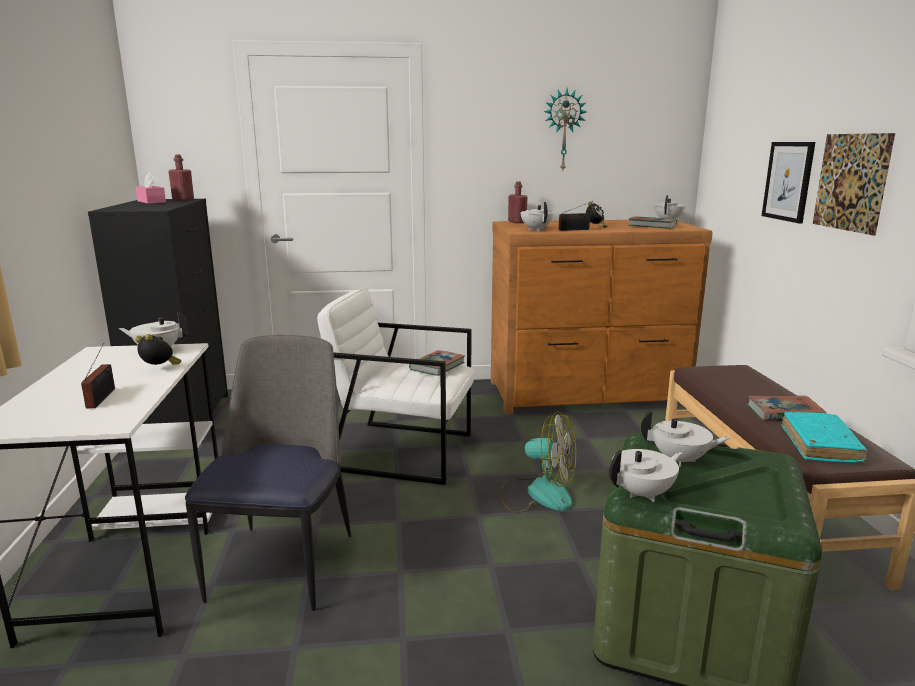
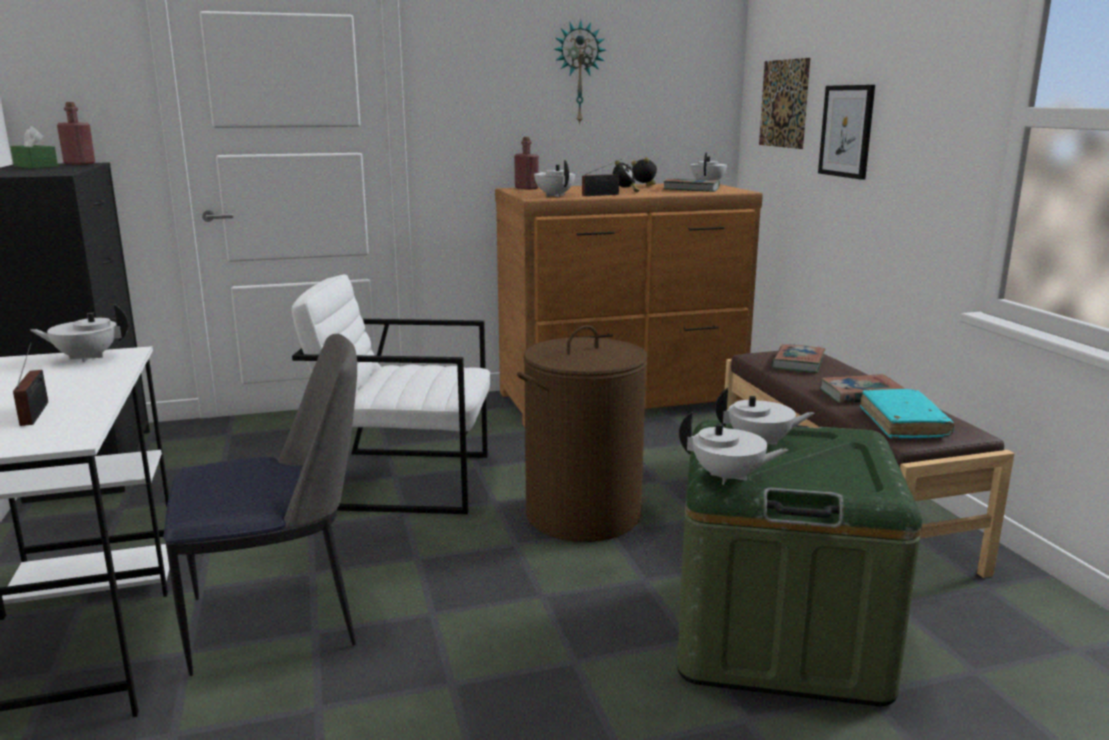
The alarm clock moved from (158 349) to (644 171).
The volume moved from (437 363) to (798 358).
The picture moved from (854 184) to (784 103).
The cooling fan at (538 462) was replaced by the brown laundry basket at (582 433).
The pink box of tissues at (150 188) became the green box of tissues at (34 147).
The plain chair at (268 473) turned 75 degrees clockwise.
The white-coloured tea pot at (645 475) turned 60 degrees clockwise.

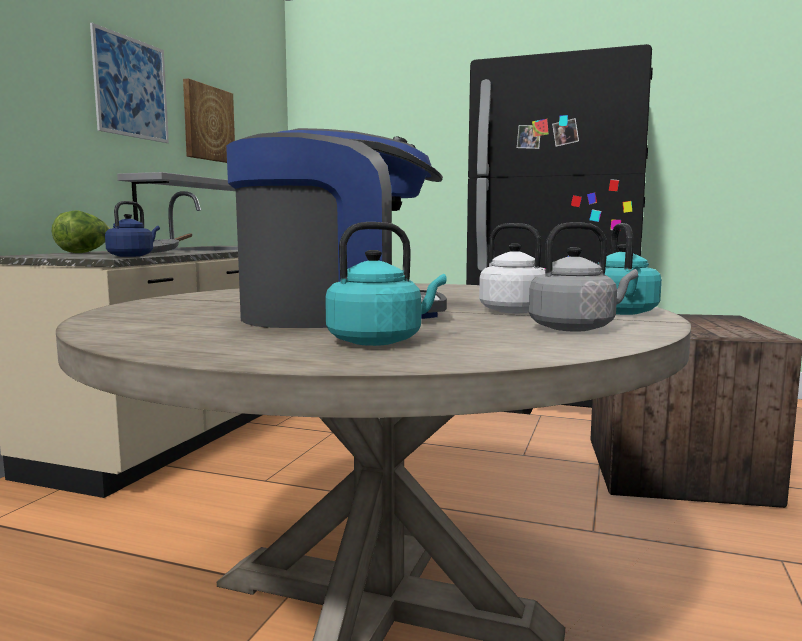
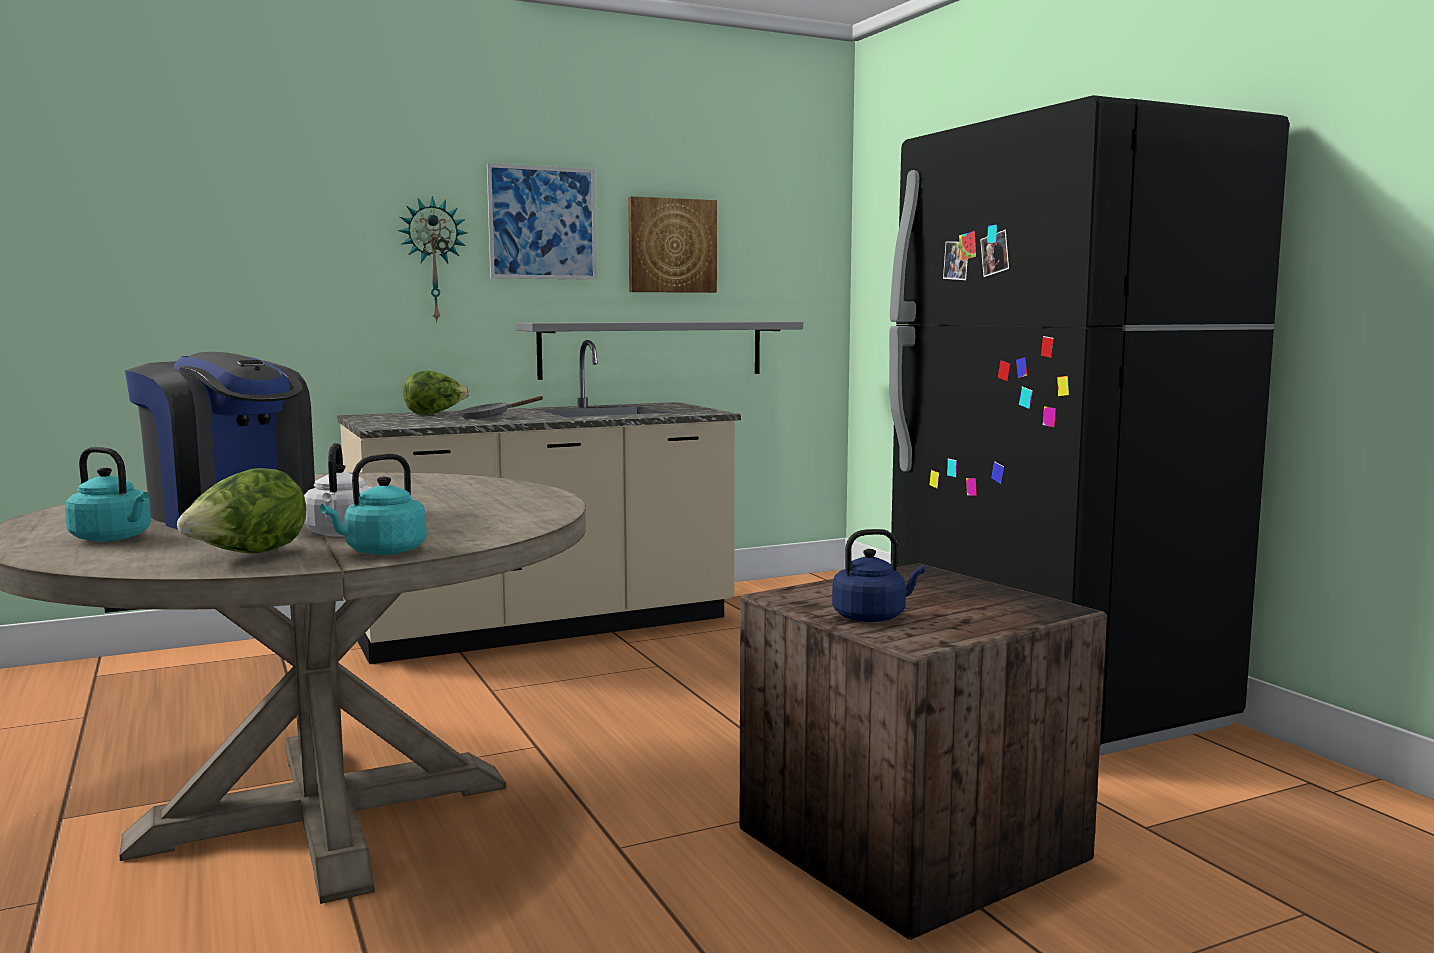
The clock on the wall at (432 259) appeared.
The blue kettle moved from (132 229) to (878 575).
The grey kettle at (583 277) was replaced by the lettuce head at (242 510).

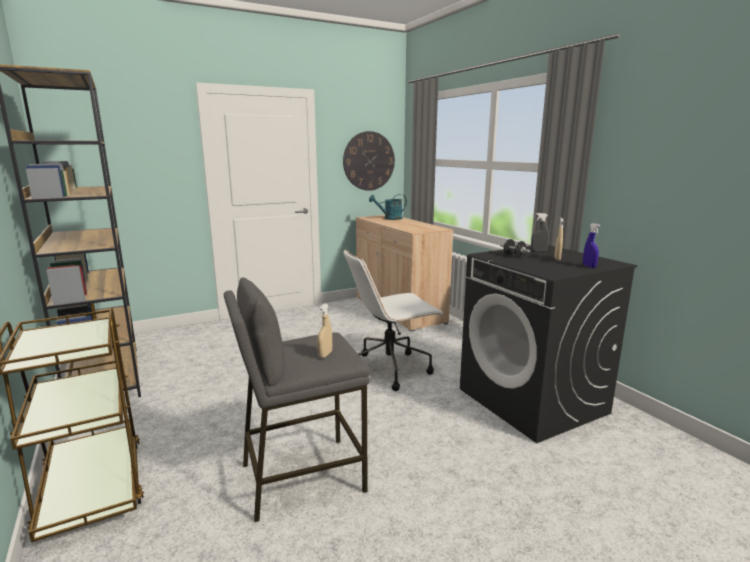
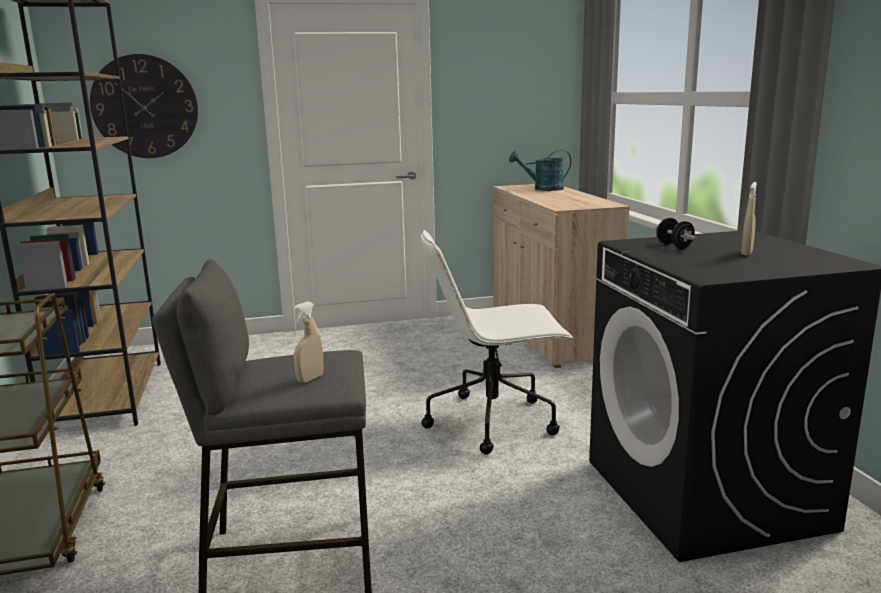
The grey hand sprayer at (540 232) disappeared.
The blue hand sprayer at (591 245) disappeared.
The clock on the wall moved from (369 161) to (144 106).

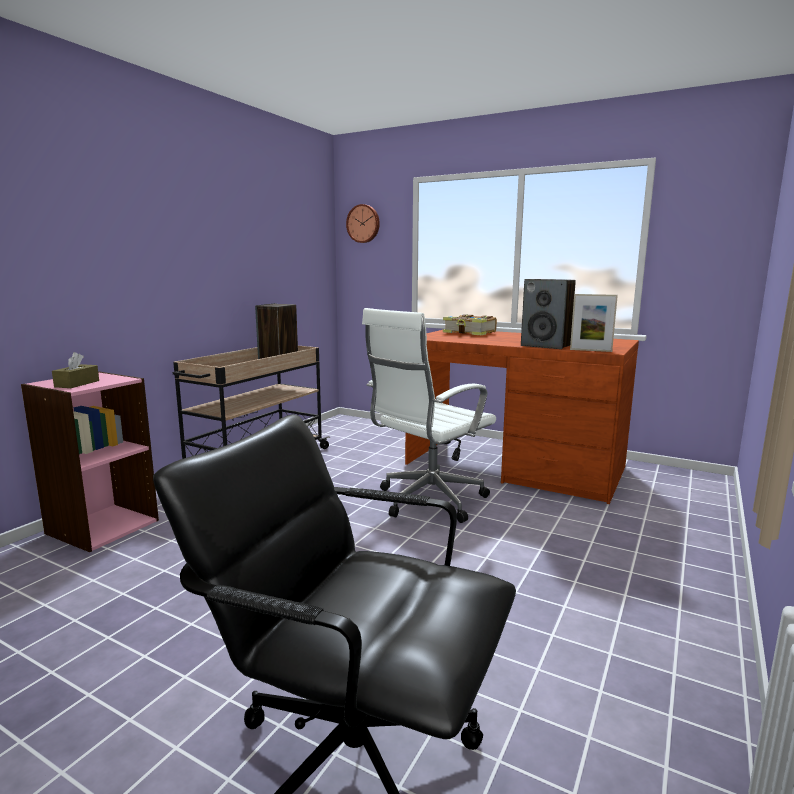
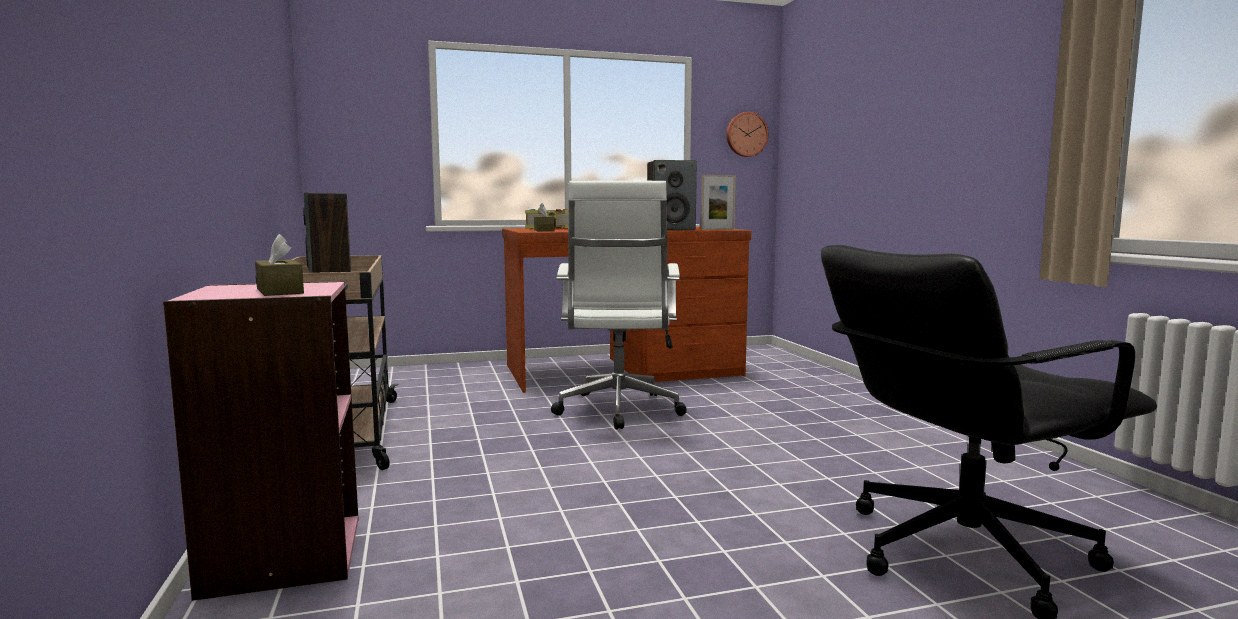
The brown box of tissues at (544 217) appeared.
The clock on the wall moved from (363 223) to (747 134).

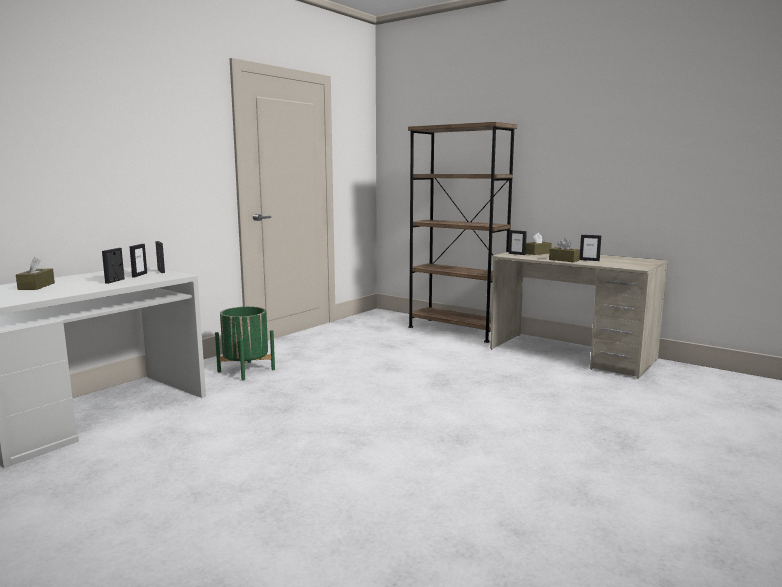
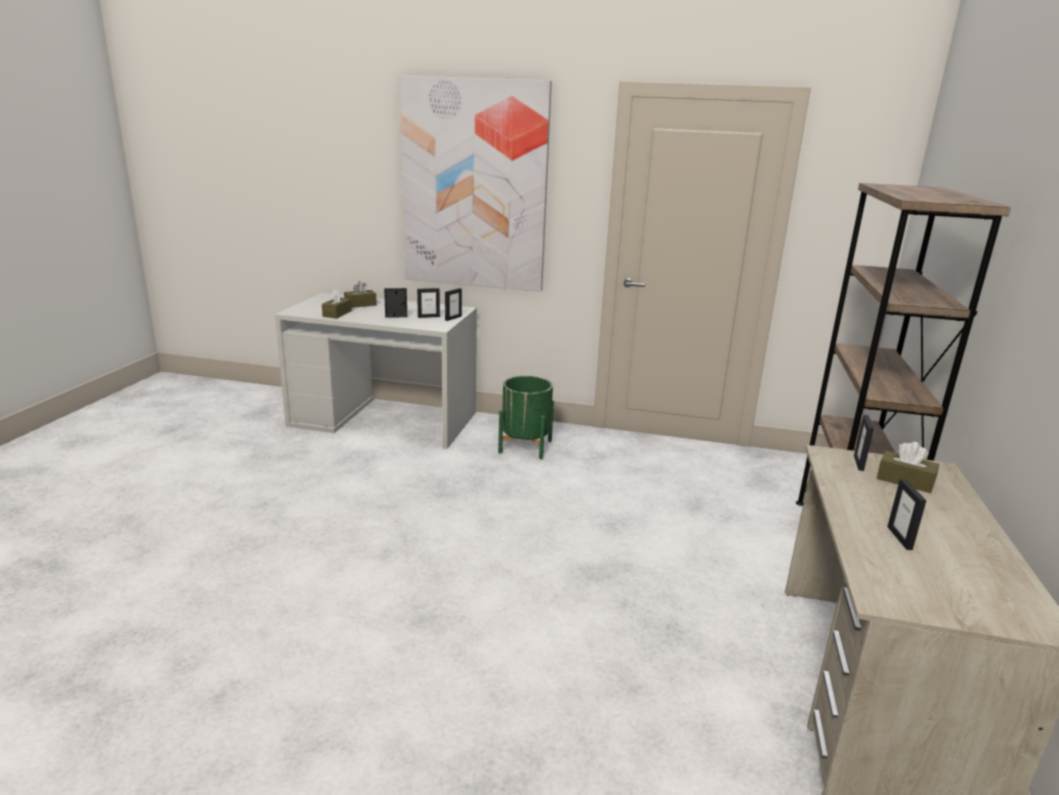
The picture at (475 183) appeared.
The brown box of tissues moved from (564 250) to (337 304).

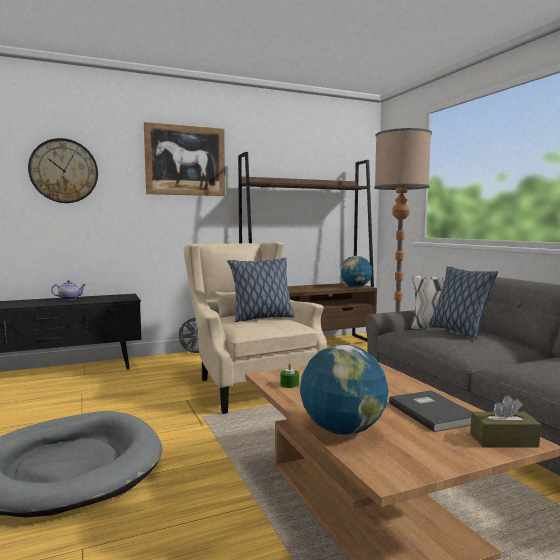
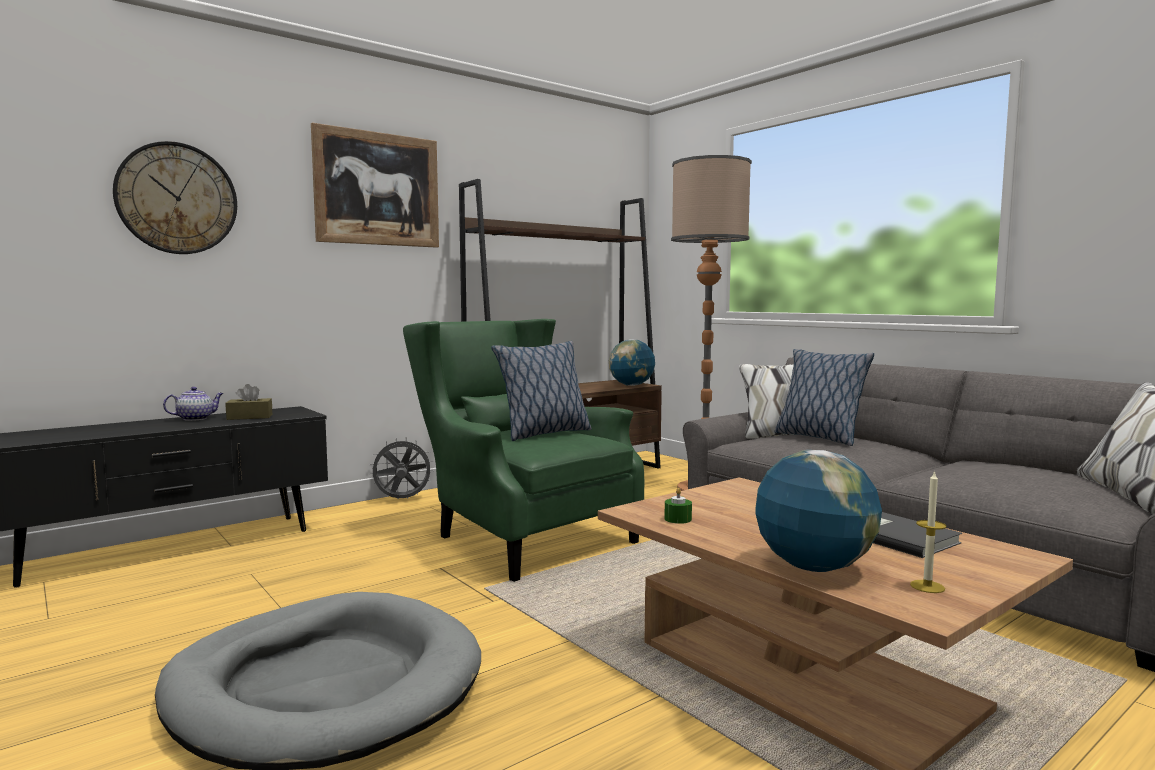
The wax light at (928 531) appeared.
The brown box of tissues moved from (505 421) to (249 402).
The beige-coloured lounge chair at (255 328) became the green lounge chair at (523 450).

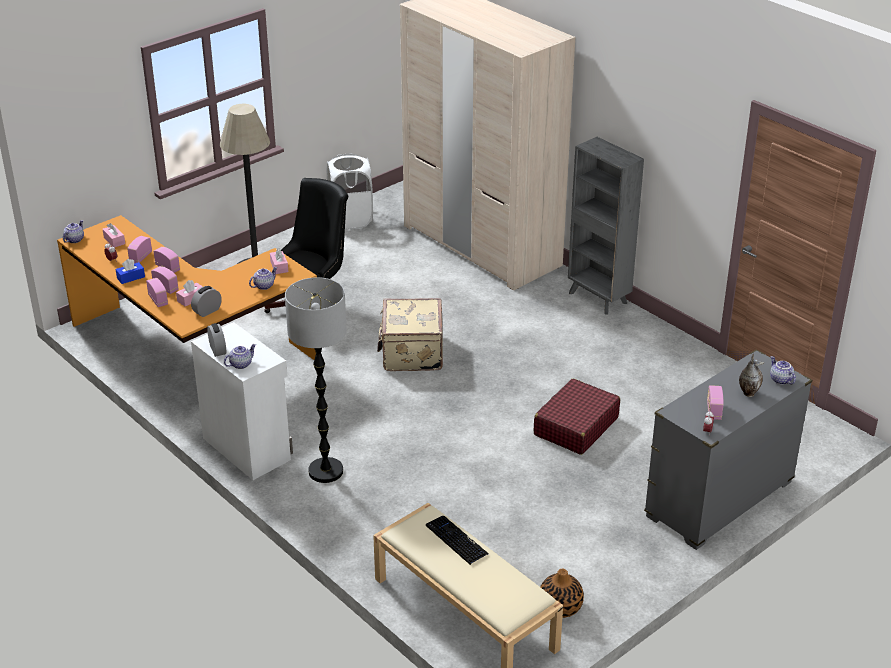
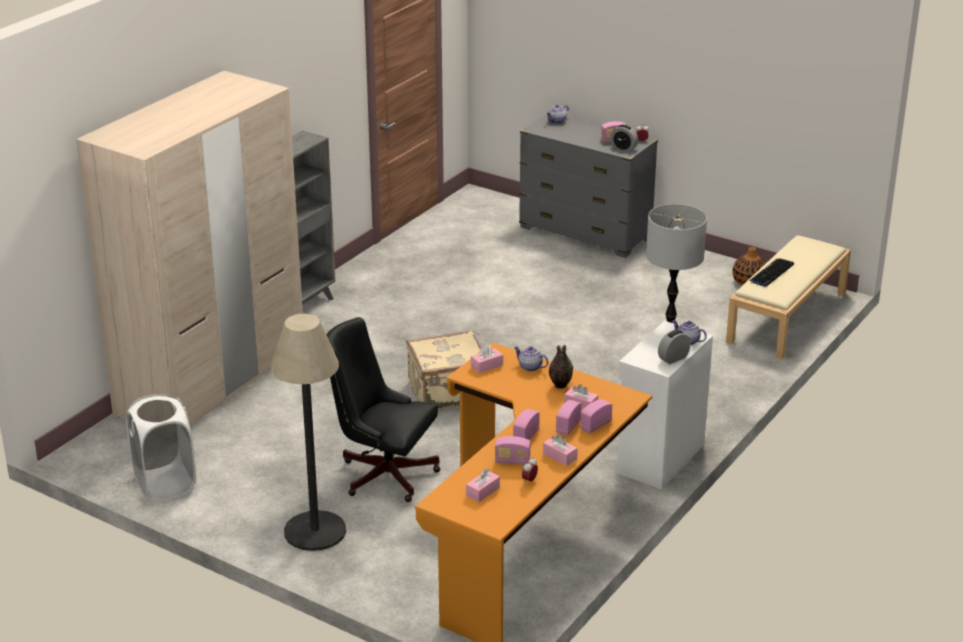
The tea pot at (73 231) disappeared.
The red-coloured piece of luggage at (577 417) disappeared.
The alarm clock moved from (206 301) to (624 138).
The vase moved from (751 375) to (561 366).
The blue box of tissues at (130 271) became the pink box of tissues at (560 450).

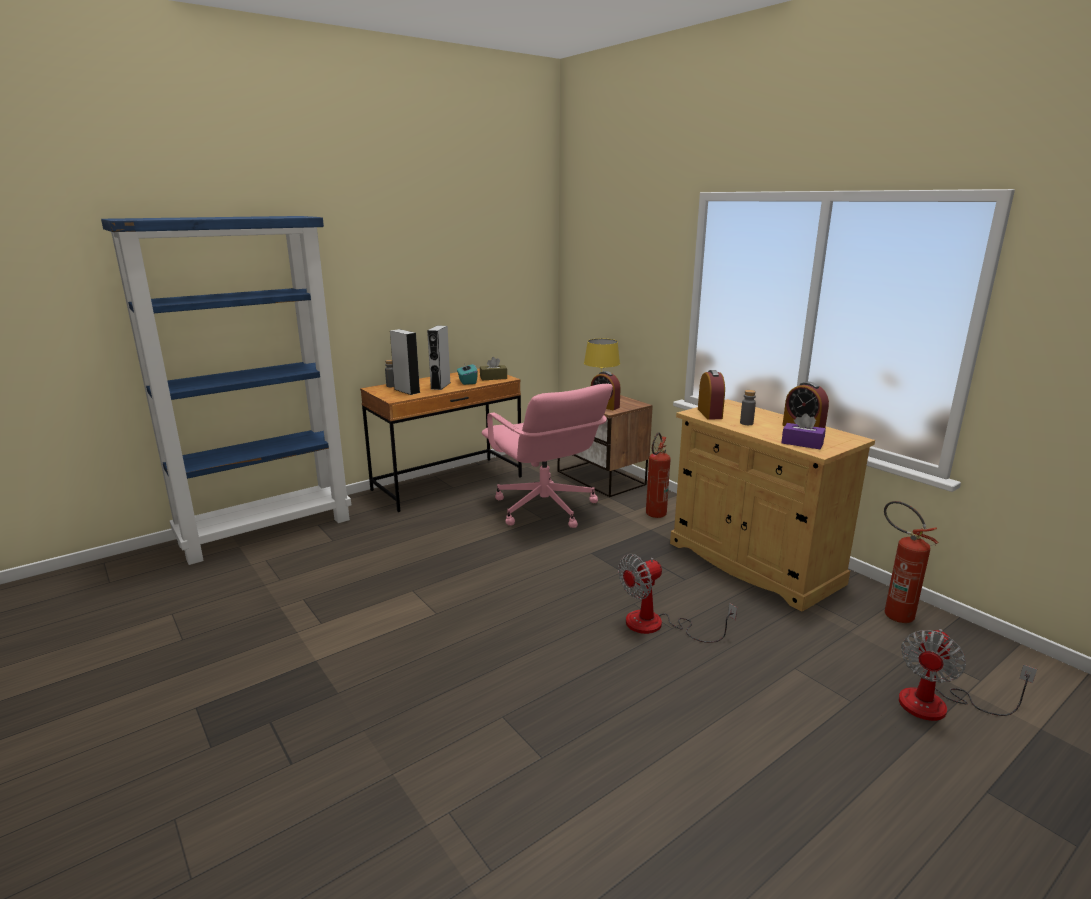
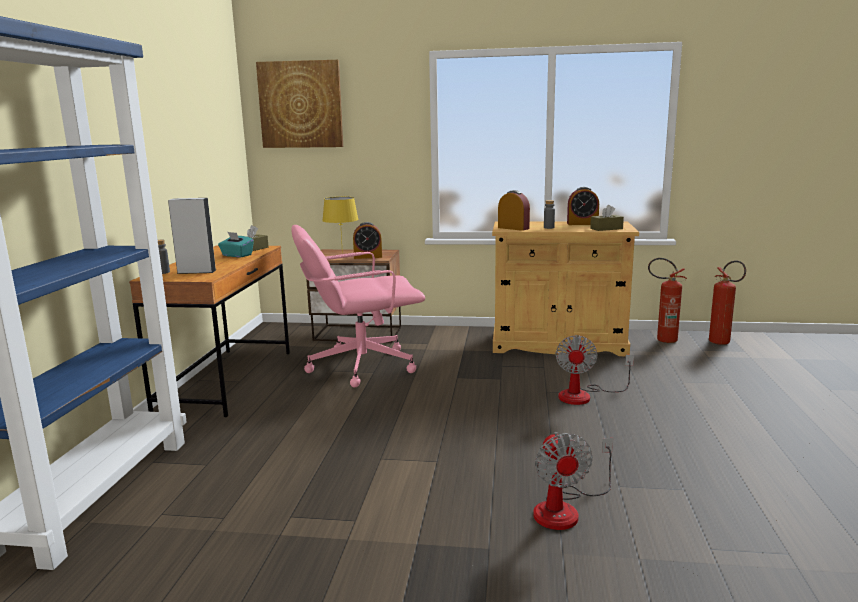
The grey loudspeaker at (438 357) disappeared.
The picture at (299 104) appeared.
The fire extinguisher moved from (658 475) to (727 303).
The cooling fan moved from (968 675) to (573 481).
The purple-coloured box of tissues at (803 431) became the brown box of tissues at (607 218).
The pink desk chair at (547 456) turned 150 degrees clockwise.

